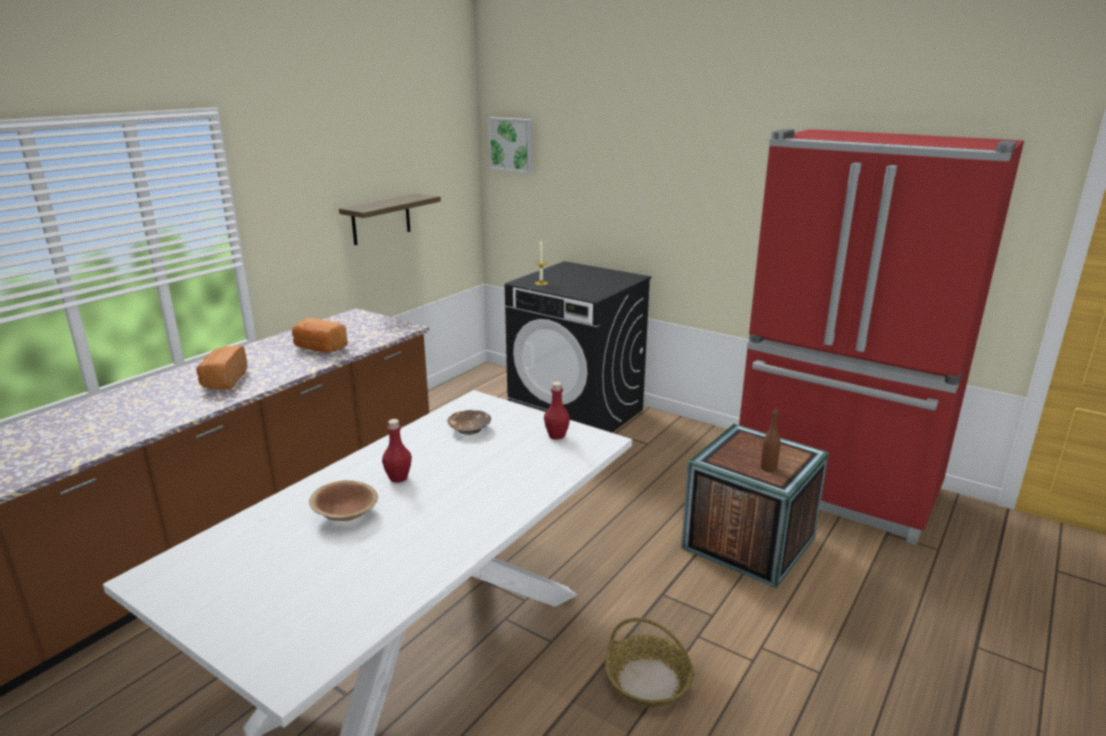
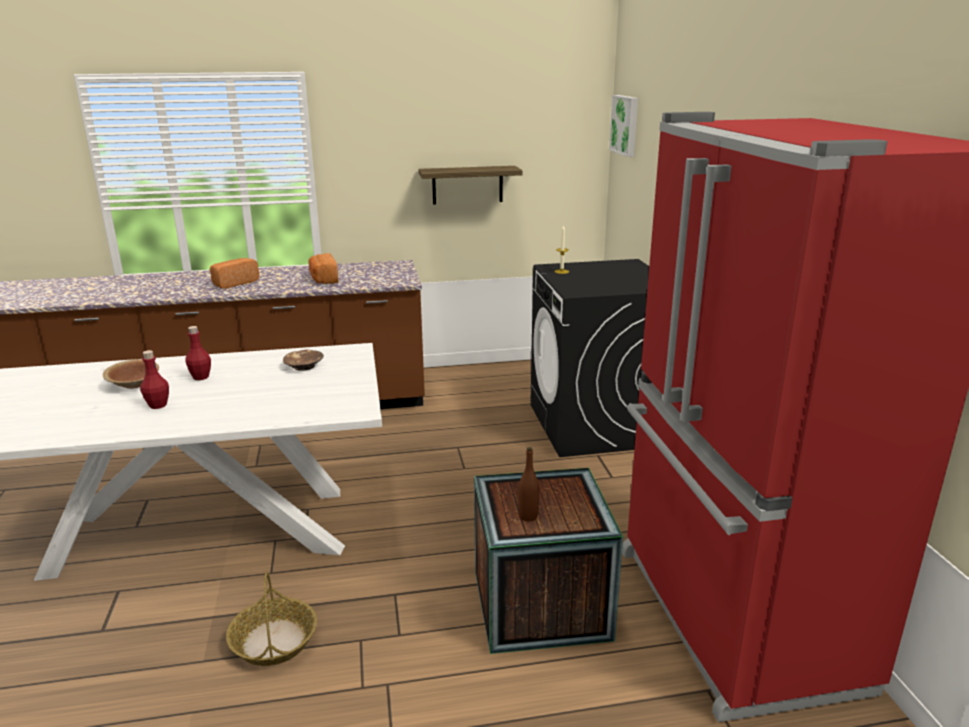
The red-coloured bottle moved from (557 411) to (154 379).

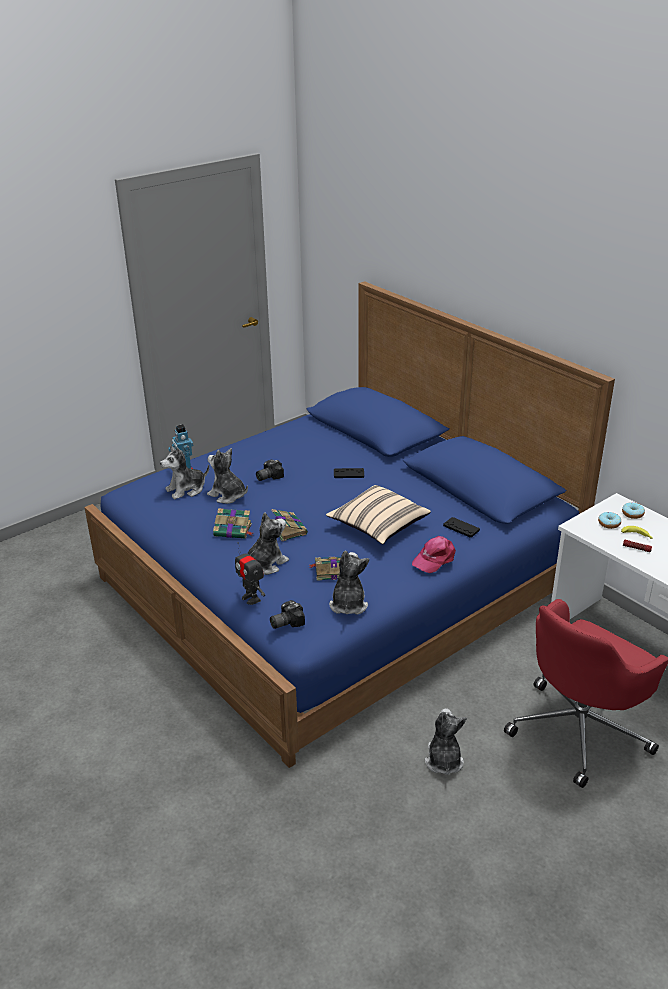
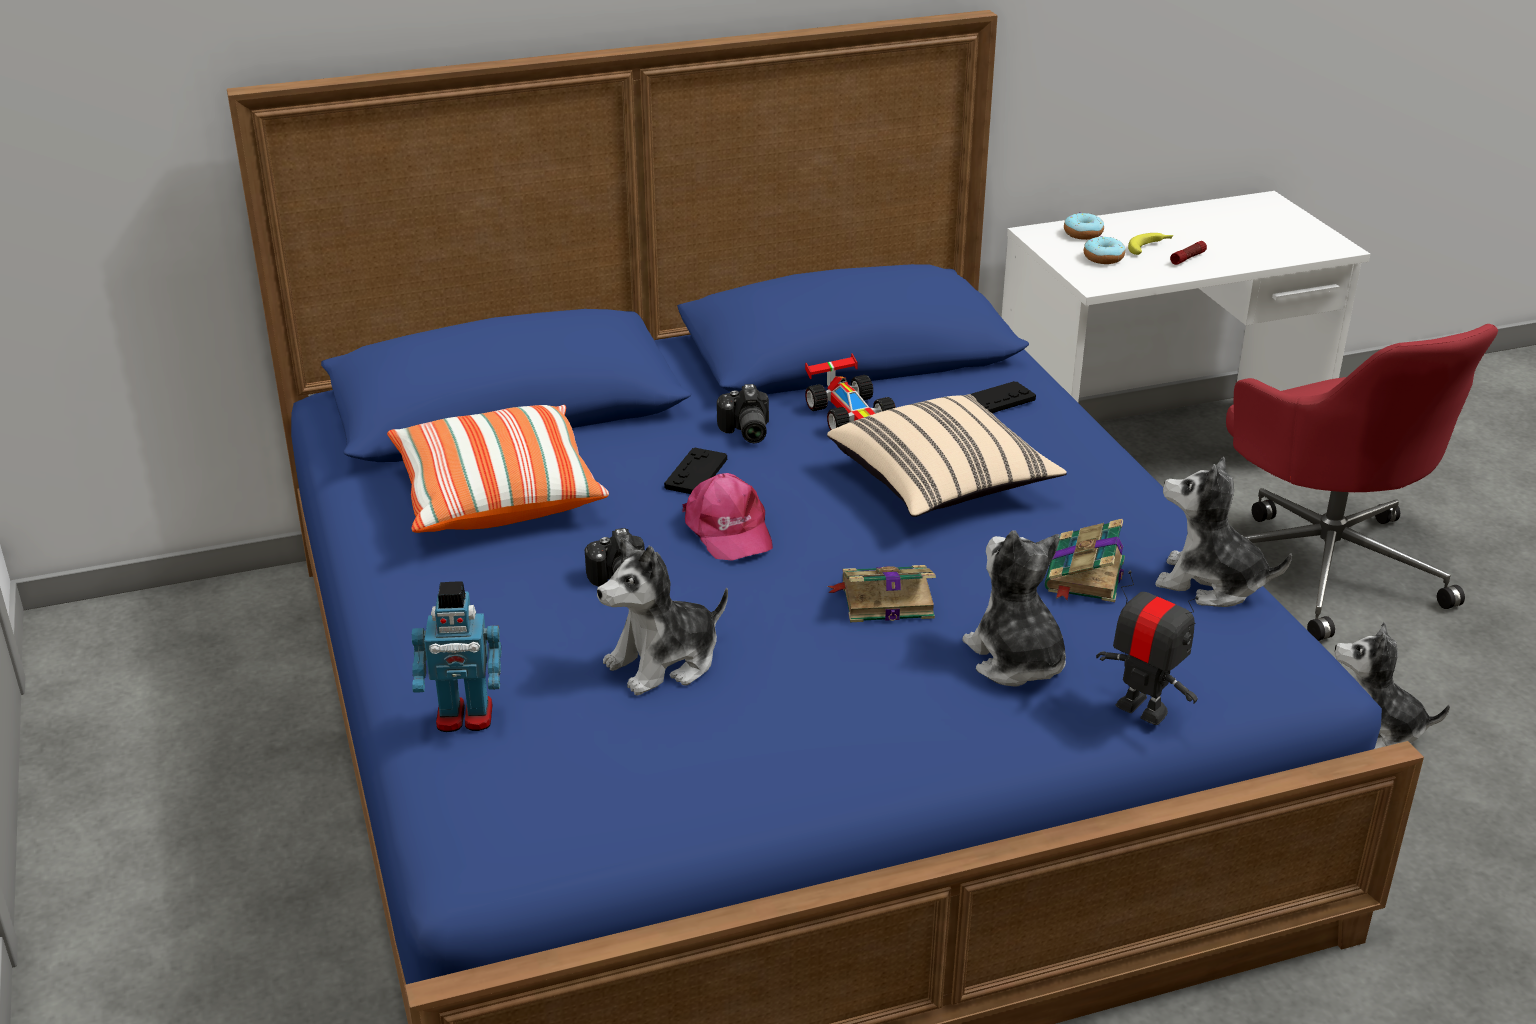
The soft toy at (184 472) disappeared.
The volume at (233 523) disappeared.
The cushion at (498 469) appeared.
The toy car at (850 391) appeared.
The still camera moved from (287 614) to (743 413).
The pink cap moved from (434 554) to (727 517).
The model robot at (250 573) turned 120 degrees counterclockwise.

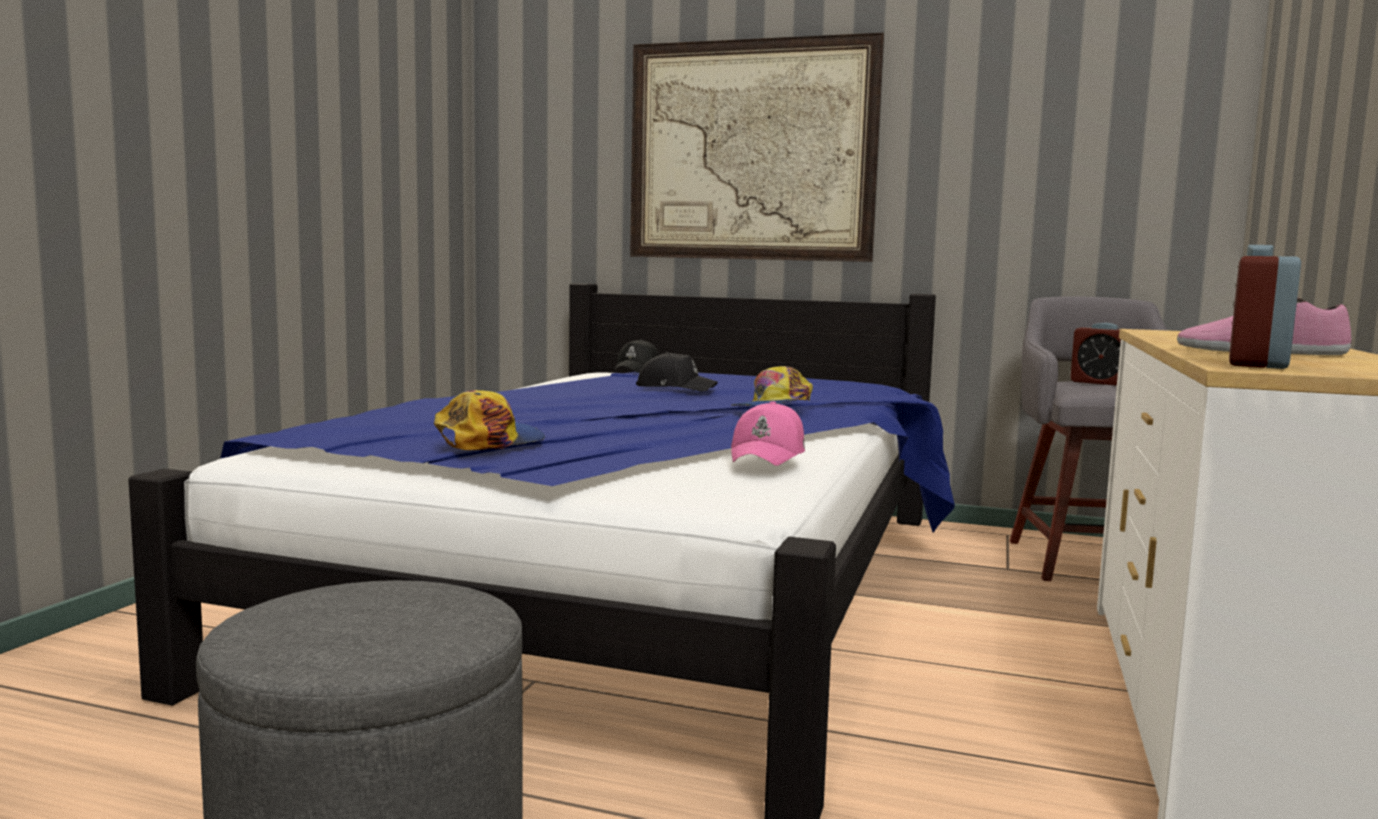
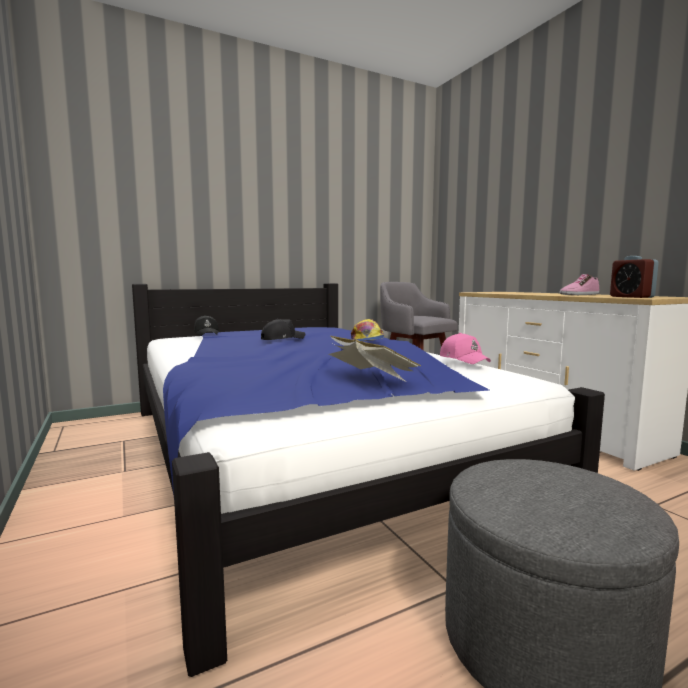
The picture at (757 147) disappeared.
The alarm clock at (1095 354) disappeared.
The cap at (489 420) was replaced by the volume at (375 359).

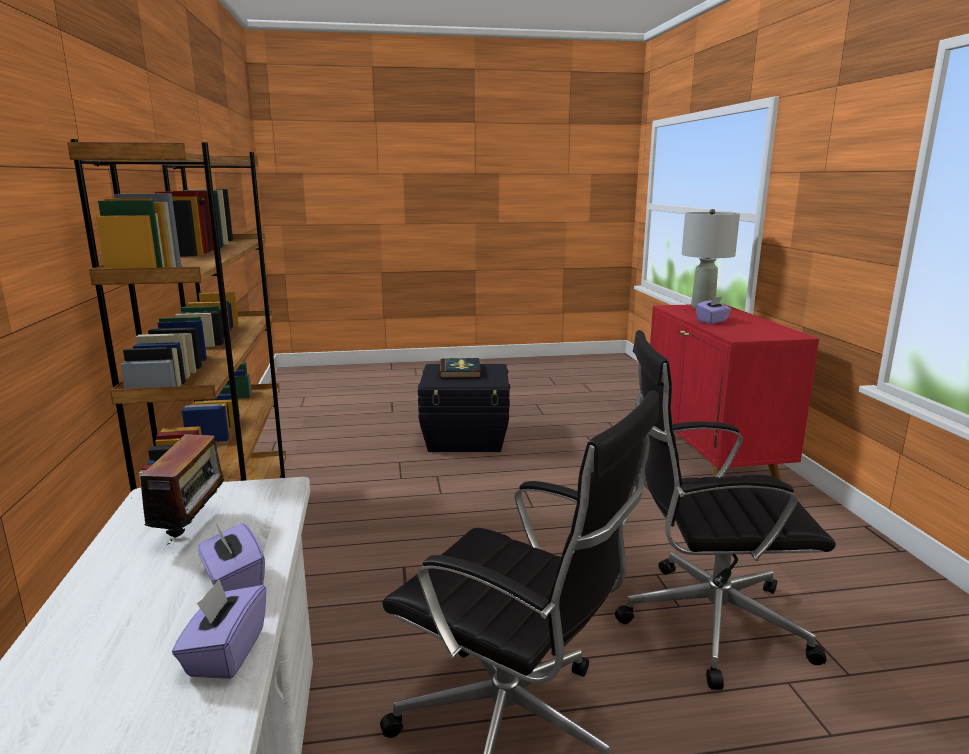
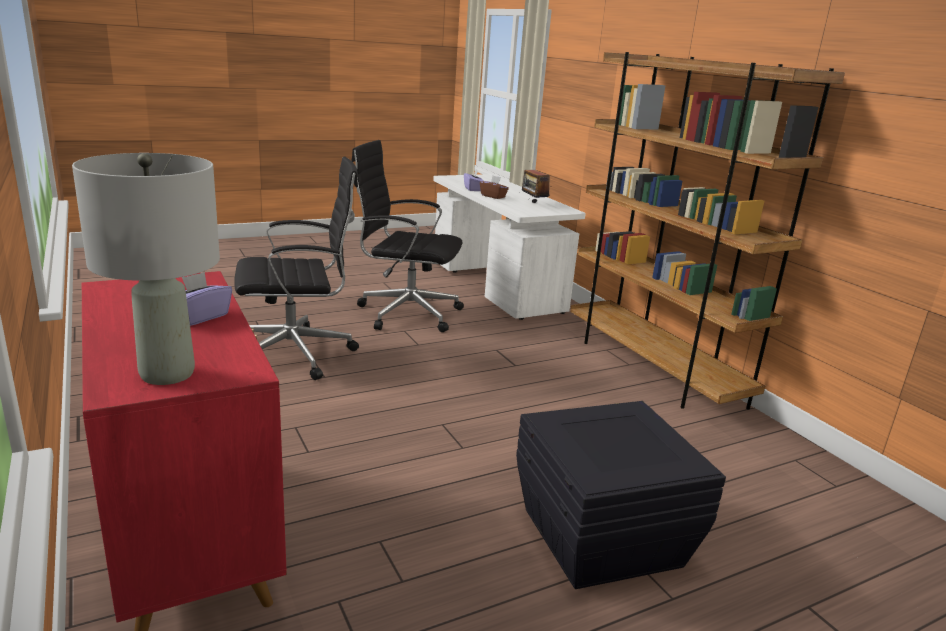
The volume at (460 368) disappeared.
The purple-coloured box of tissues at (231 557) became the brown box of tissues at (494 187).

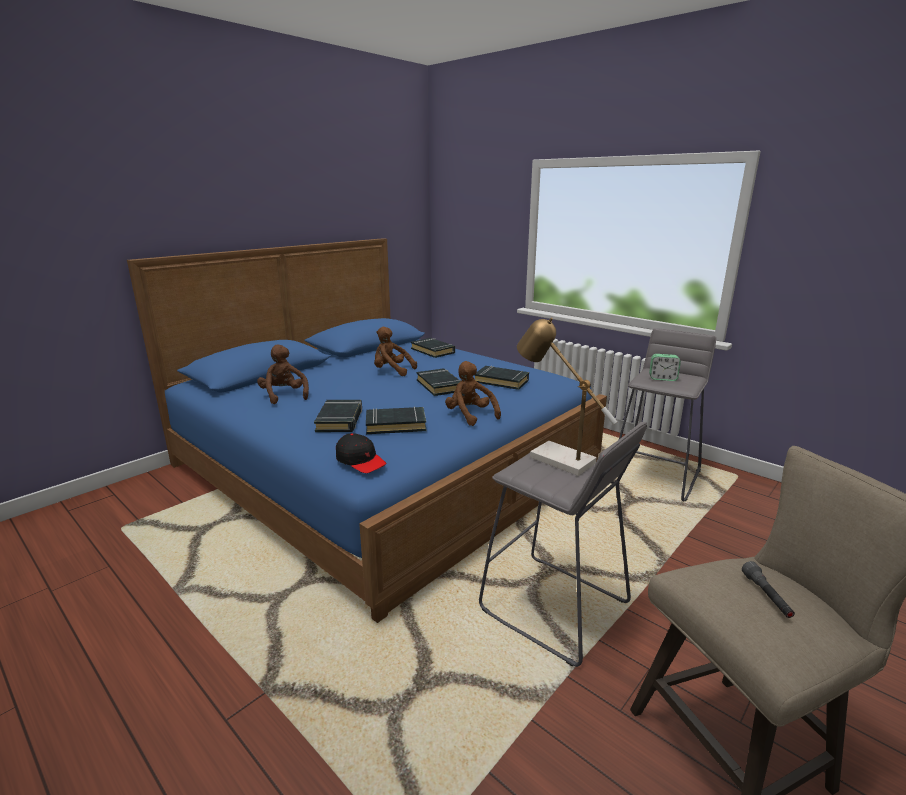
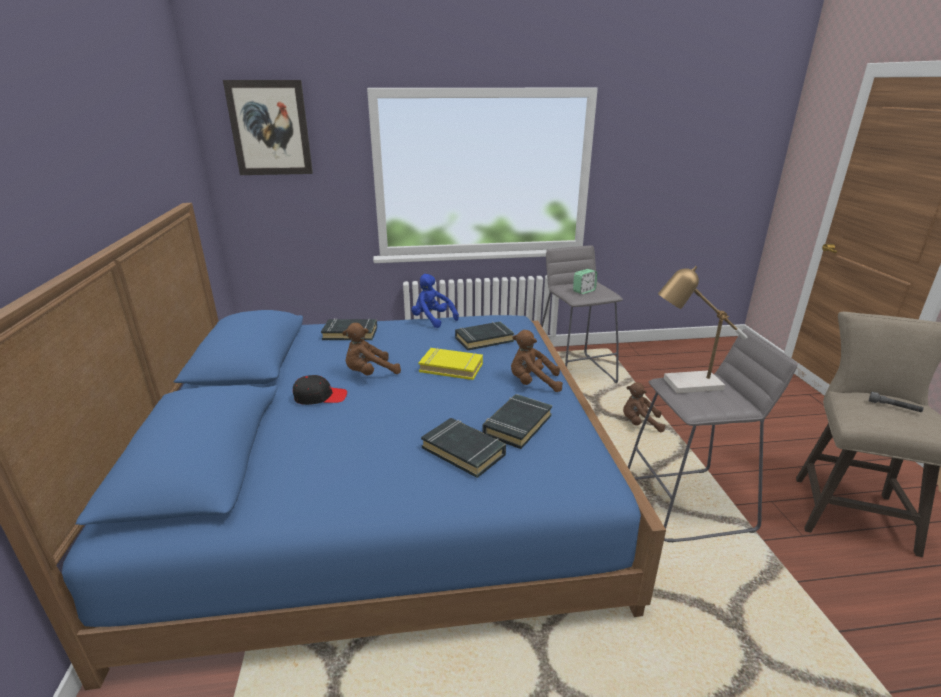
The picture at (268 127) appeared.
The blue soft toy at (435 301) appeared.
The brown soft toy moved from (283 374) to (644 407).
The blackish cap moved from (361 453) to (320 390).
The blackish volume at (439 382) became the yellow-coloured volume at (451 364).

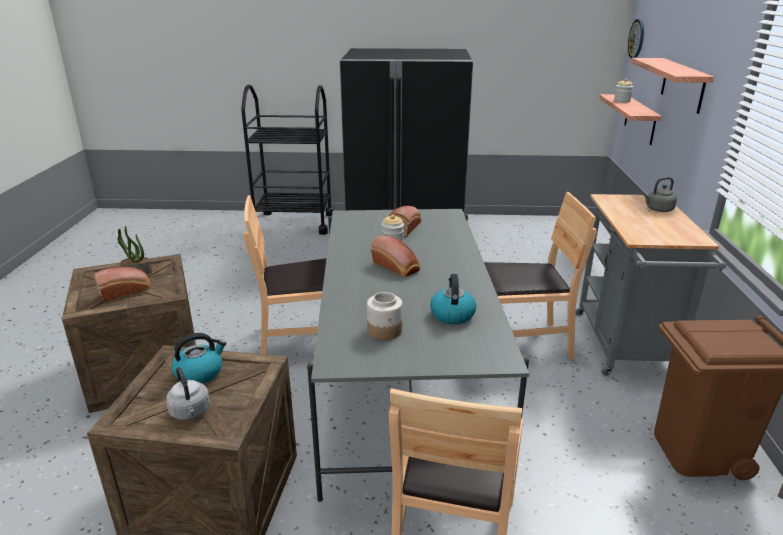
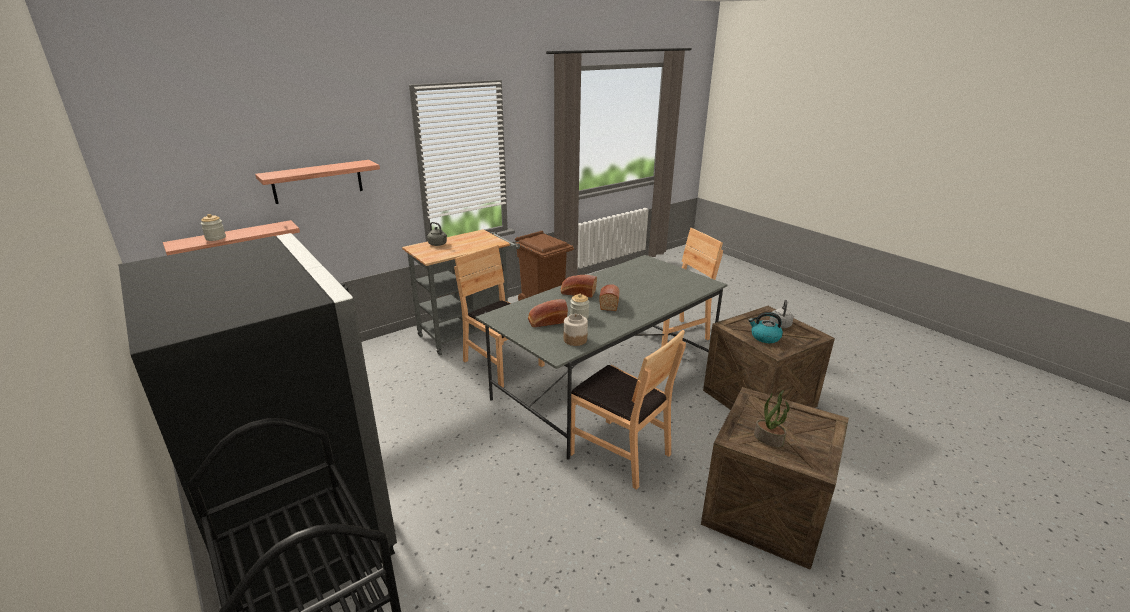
The kettle at (453 299) disappeared.
The clock on the wall at (636 39) disappeared.
The bread moved from (121 284) to (579 286).
The preserve jar moved from (384 316) to (576 330).

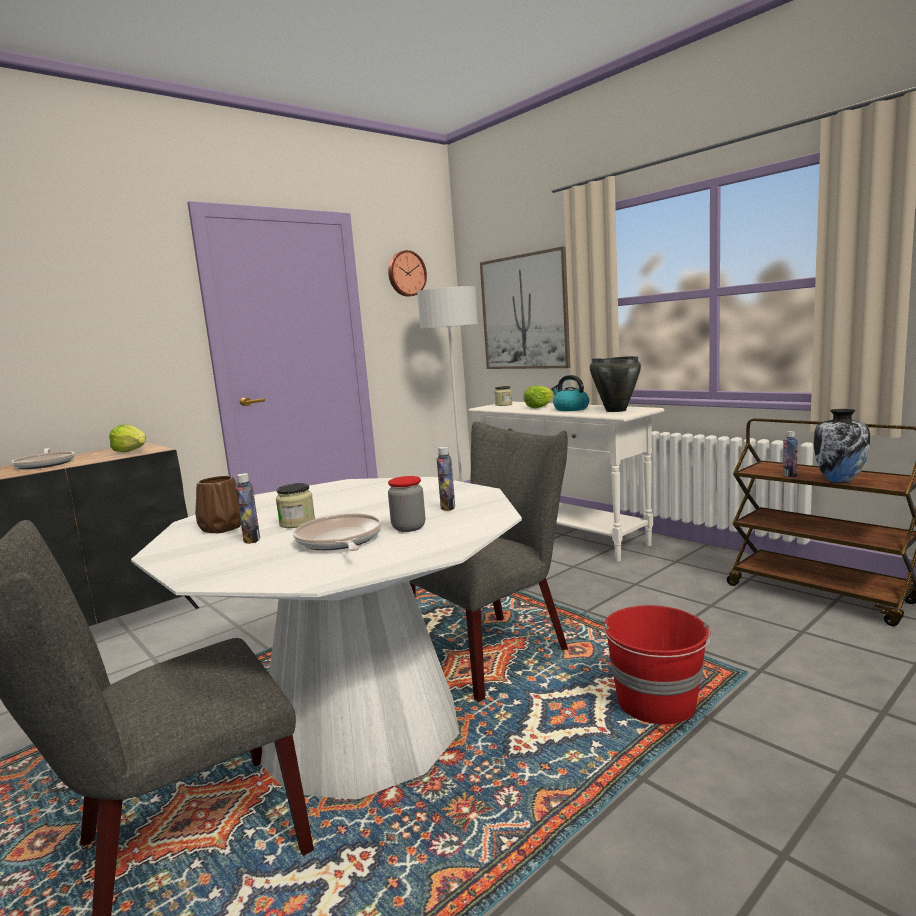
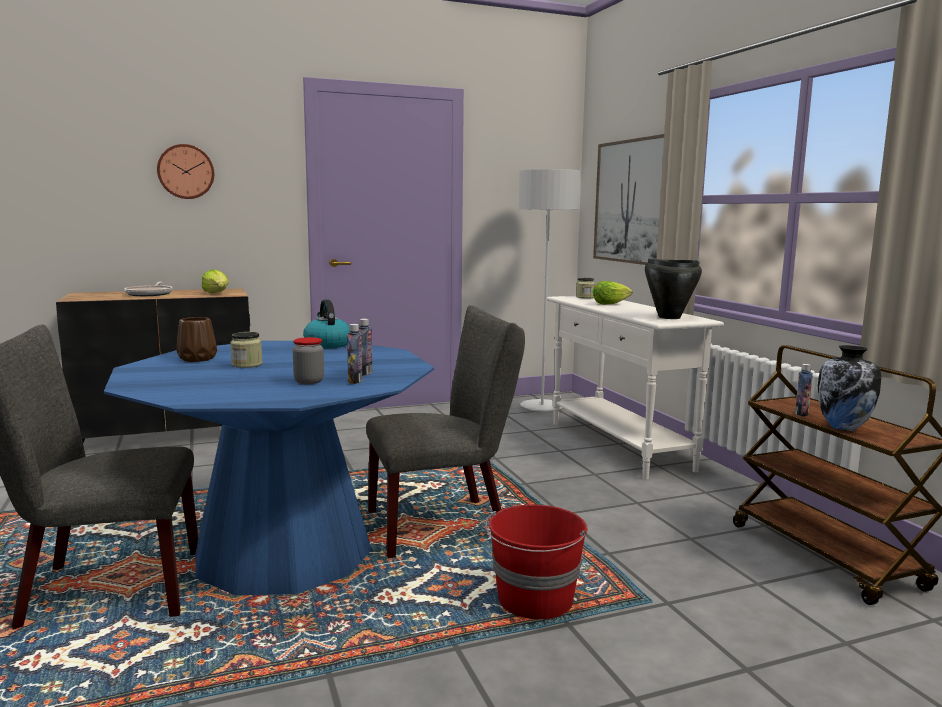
The skillet at (337 532) disappeared.
The bottle moved from (247 508) to (354 354).
The clock on the wall moved from (407 273) to (185 171).
The kettle moved from (570 393) to (326 323).
The white-coloured dinner table at (326 638) became the blue dinner table at (269 468).

